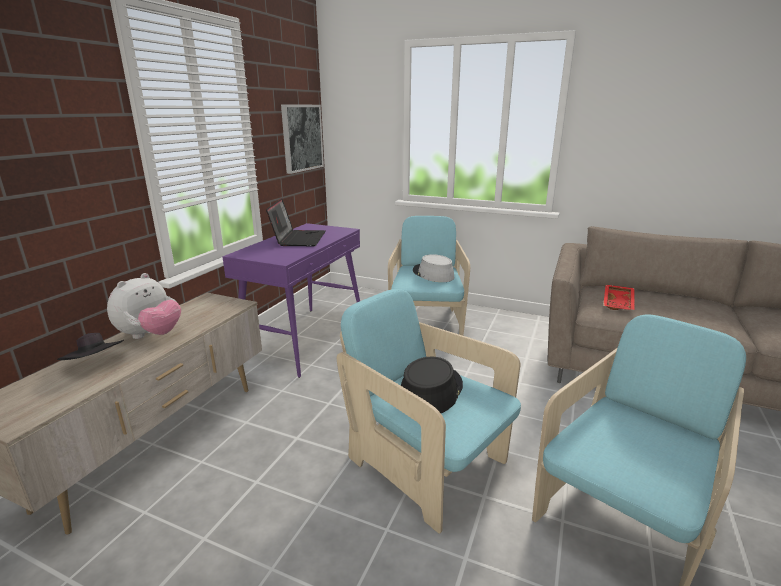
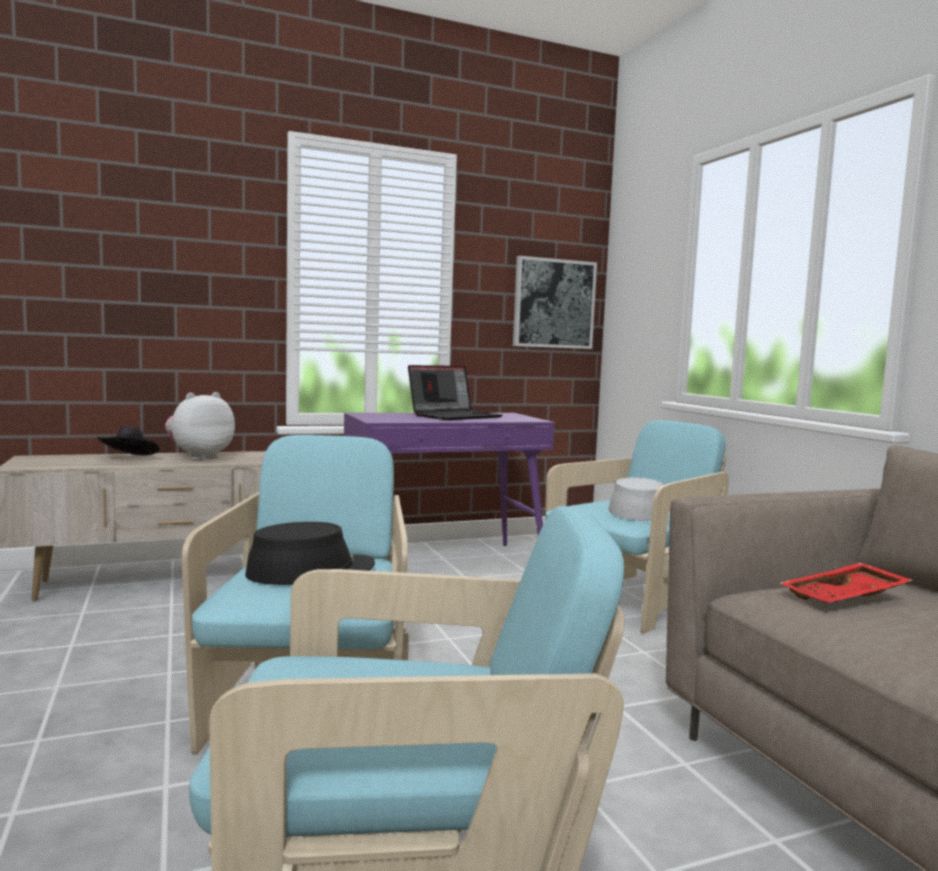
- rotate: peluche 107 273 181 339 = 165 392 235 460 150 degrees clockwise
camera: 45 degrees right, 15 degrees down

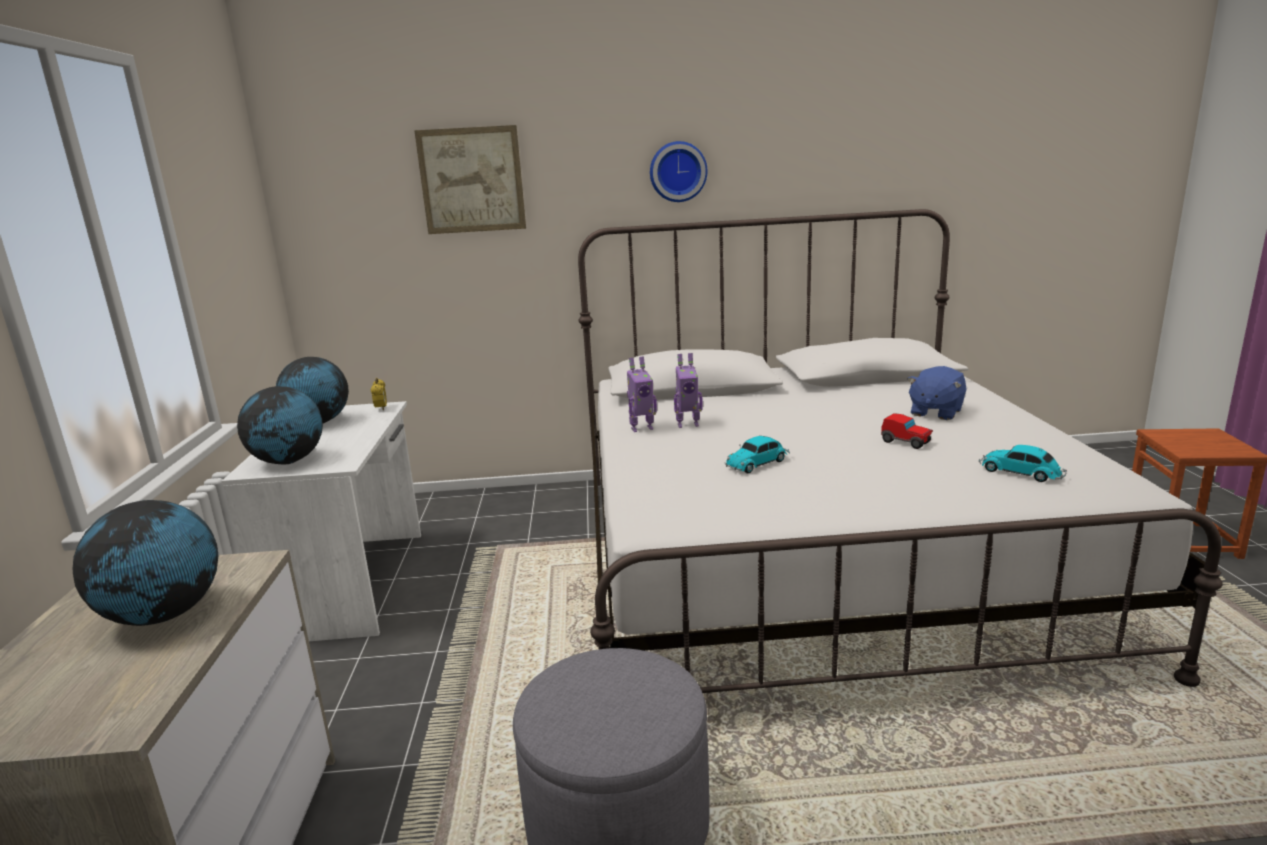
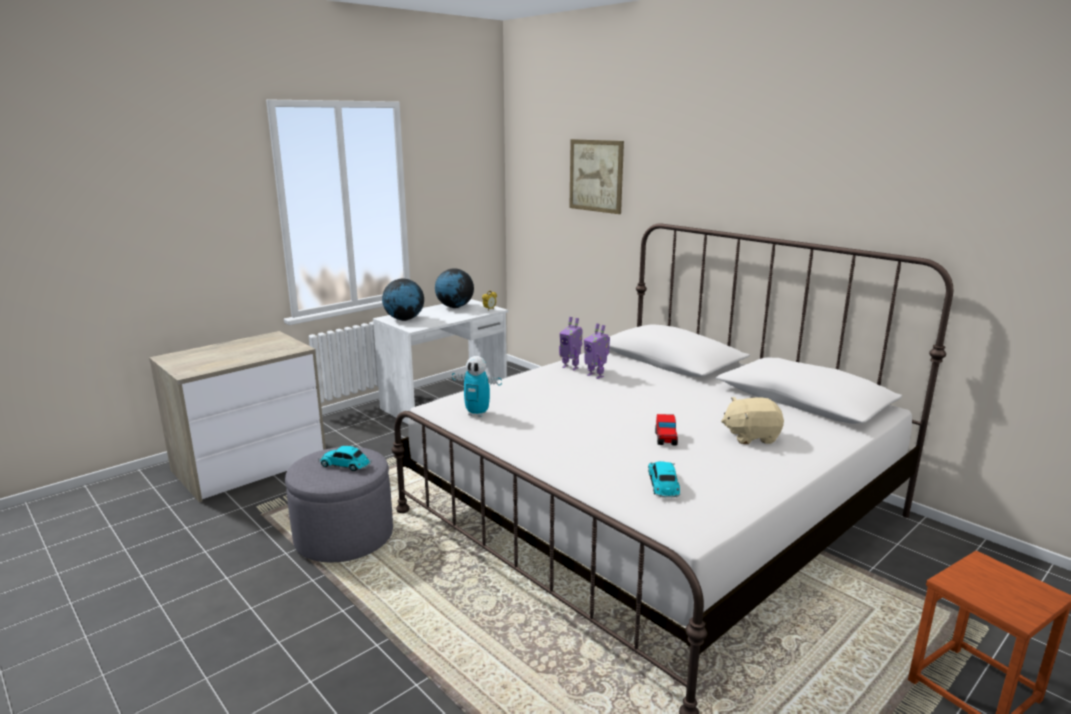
- move: petite voiture 725 436 790 473 to 318 446 372 471
- insert: robot jouet 452 356 502 417
- recolor: peluche/bleu 907 366 967 420 to peluche/beige 721 397 784 444
- delete: globe 73 500 218 626
- delete: horloge murale 650 141 708 202
camera: 50 degrees right, 0 degrees up

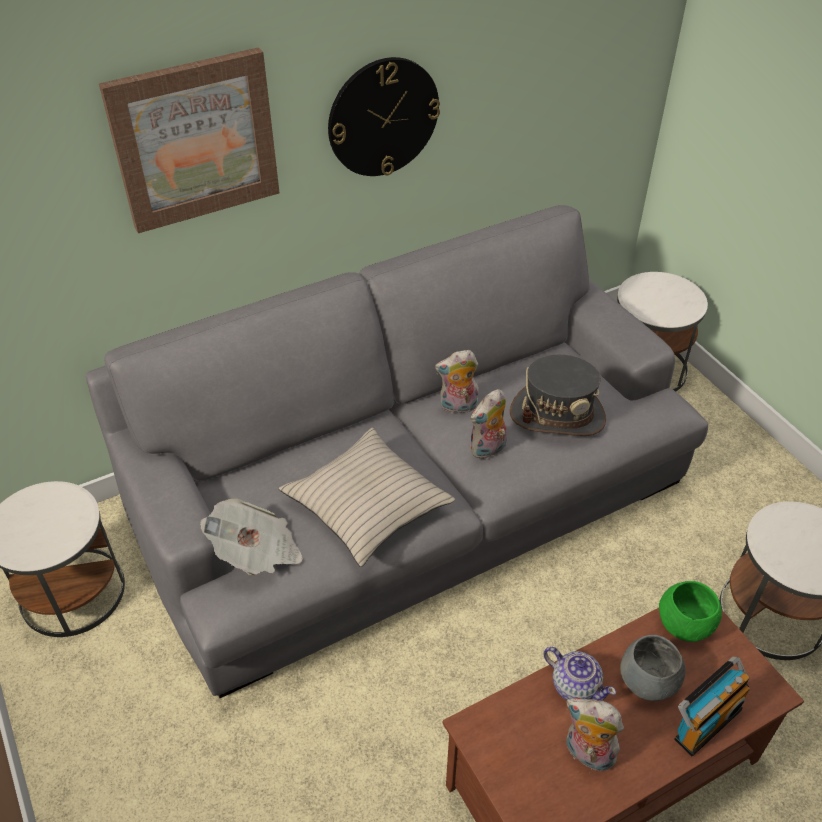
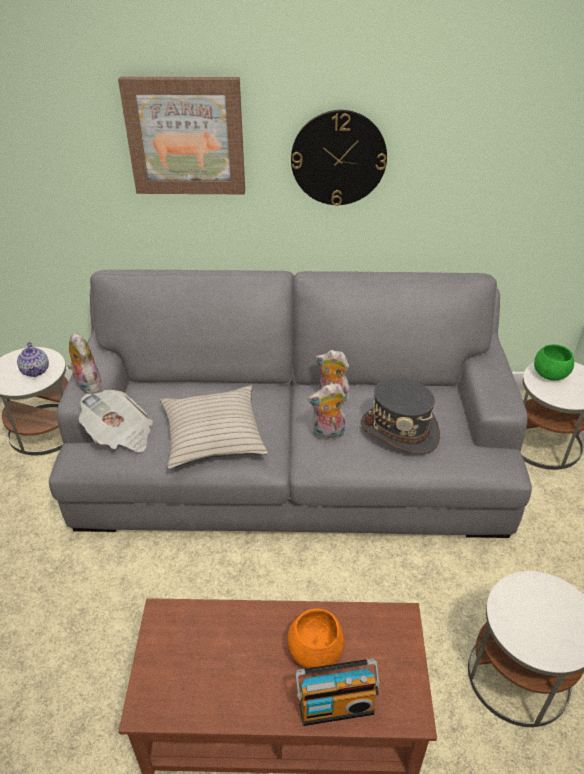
- move: théière 543 647 616 700 to 17 342 49 377
- move: peluche 567 698 624 771 to 68 333 102 394
- recolor: bol/gris 620 635 685 701 to bol/orange 288 609 344 668
- move: bol/vert 659 581 722 642 to 534 344 574 381
camera: 30 degrees right, 5 degrees down

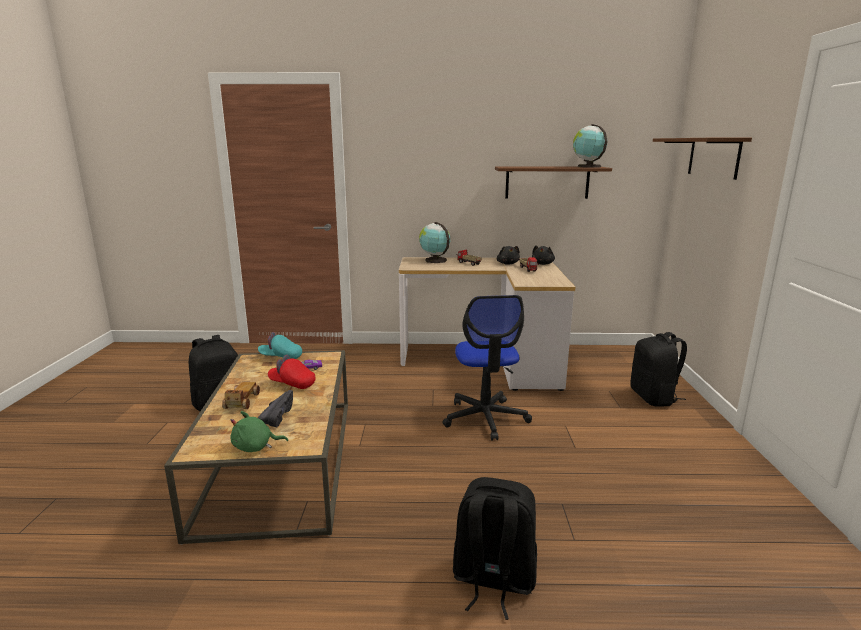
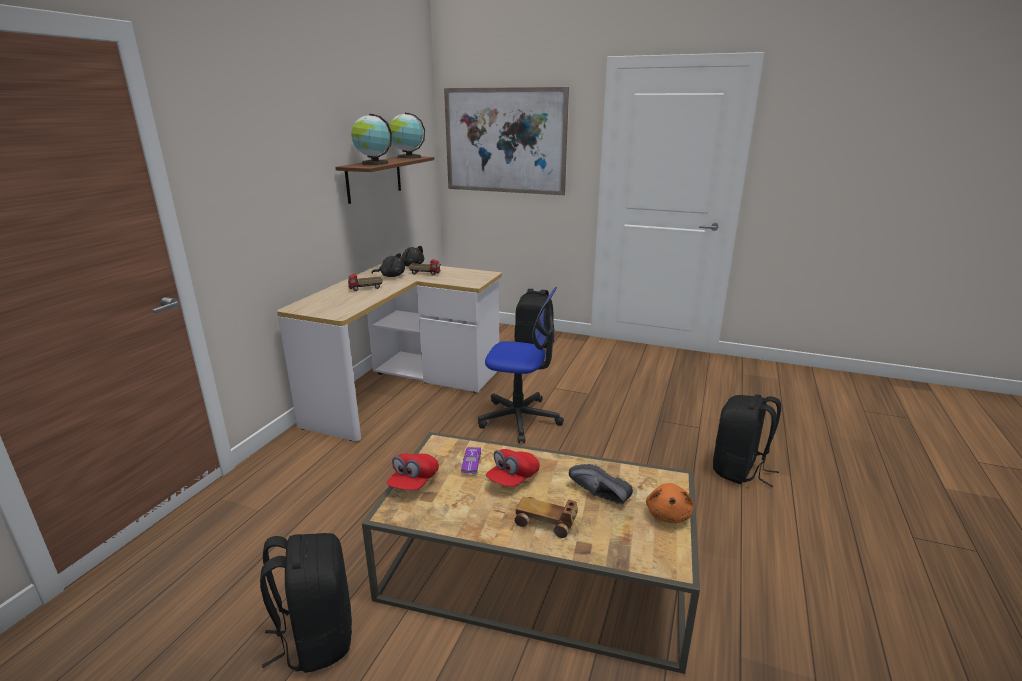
- move: globe 419 222 450 263 to 351 114 392 165
- recolor: casquette/turquoise 258 332 302 359 to casquette/rouge 387 454 439 490
- replace: étagère/marron 653 138 752 180 to tableau 444 87 569 195
- recolor: peluche/vert 230 411 288 452 to peluche/orange 646 483 694 523
camera: 70 degrees left, 5 degrees up

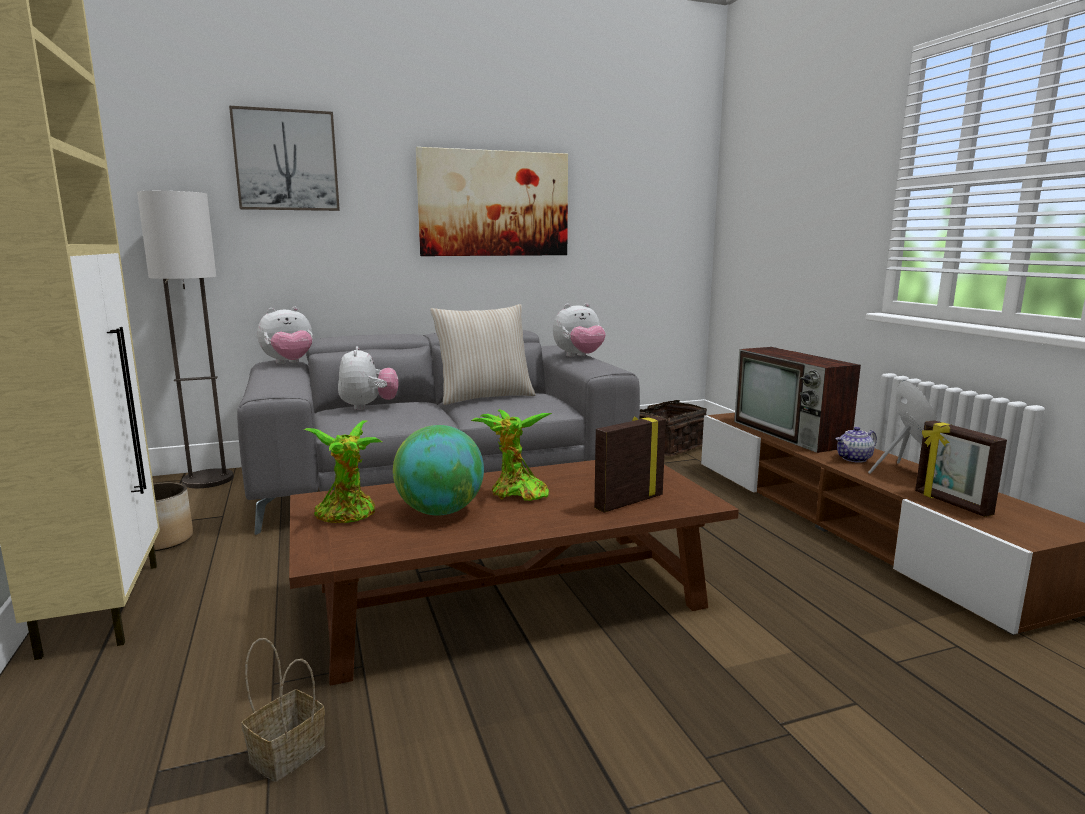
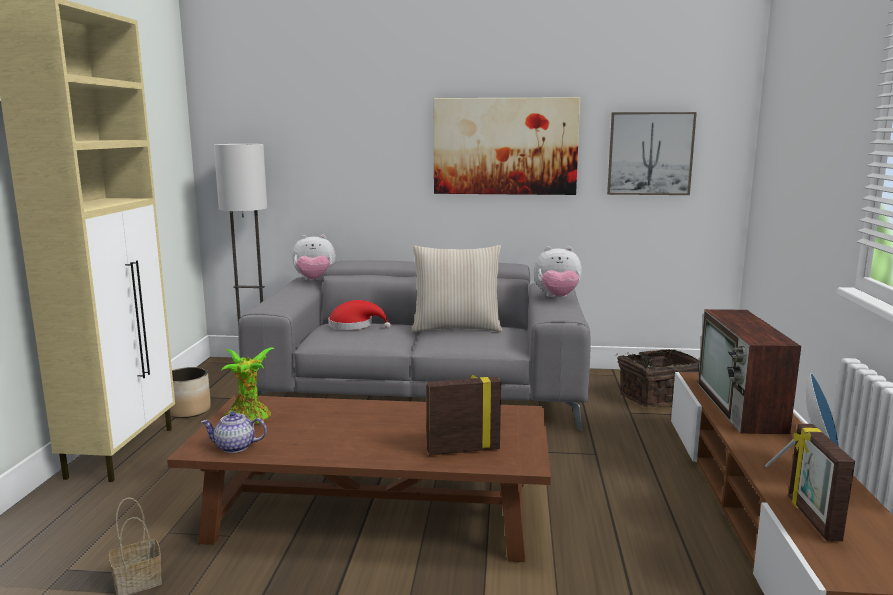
- move: théière 835 427 877 463 to 201 411 267 453
- replace: peluche 338 346 398 410 to chapeau/rouge 328 300 391 330
- move: tableau 229 106 340 211 to 607 112 697 195
- delete: globe 393 425 484 516
- delete: plante en pot 471 409 552 501
camera: 25 degrees right, 0 degrees up

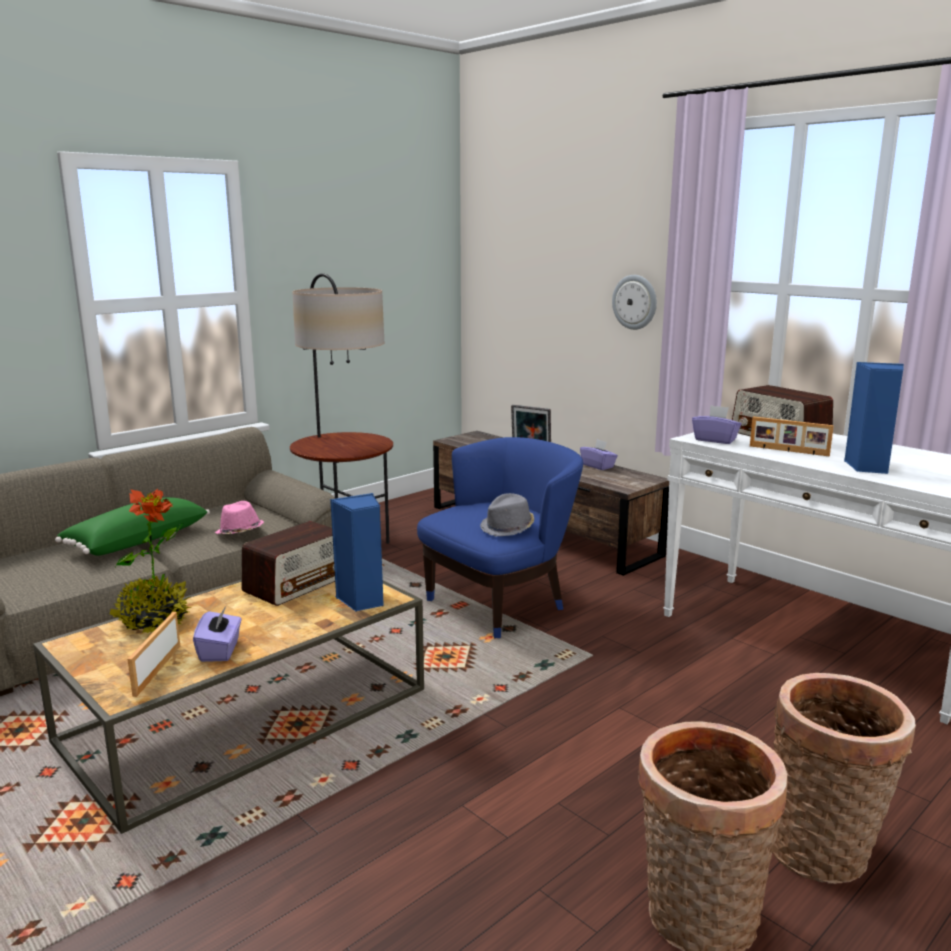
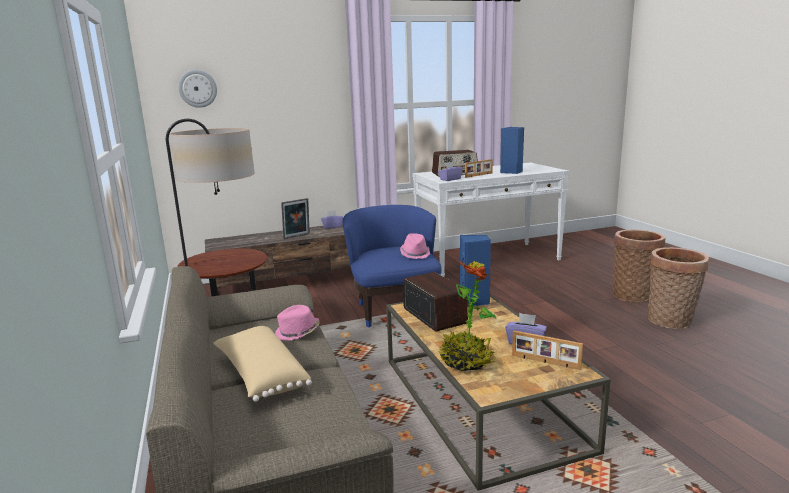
- move: horloge murale 612 275 657 330 to 178 70 217 108
- recolor: coussin/vert 55 497 210 556 to coussin/beige 213 326 312 402
- recolor: chapeau/gris 480 493 534 537 to chapeau/rose 400 233 430 259
camera: 65 degrees left, 0 degrees up

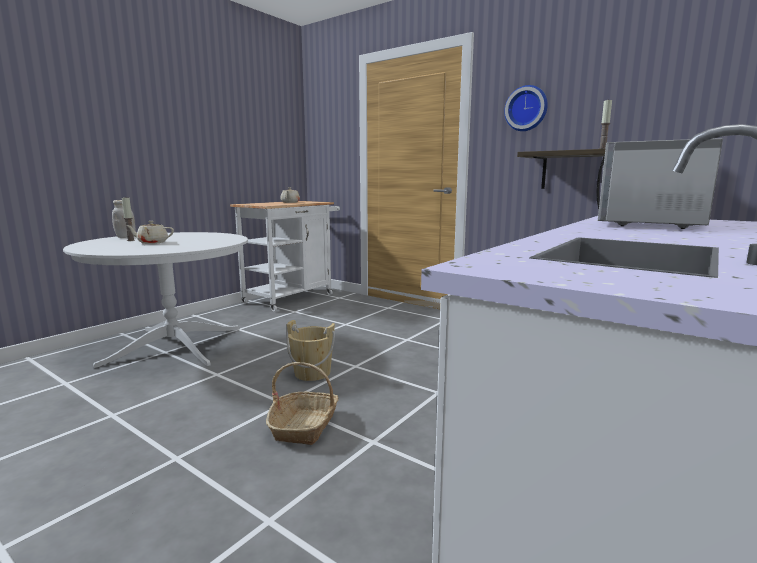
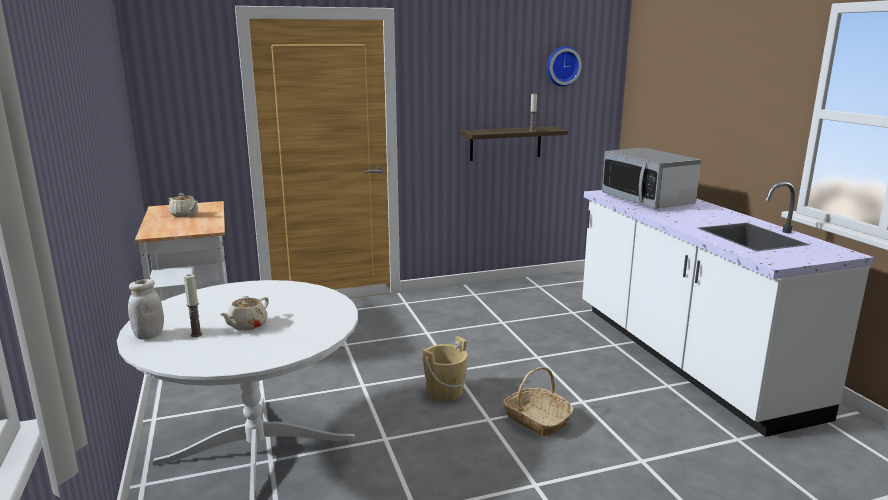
- move: horloge murale 504 85 548 131 to 547 46 582 87
camera: 55 degrees left, 5 degrees up

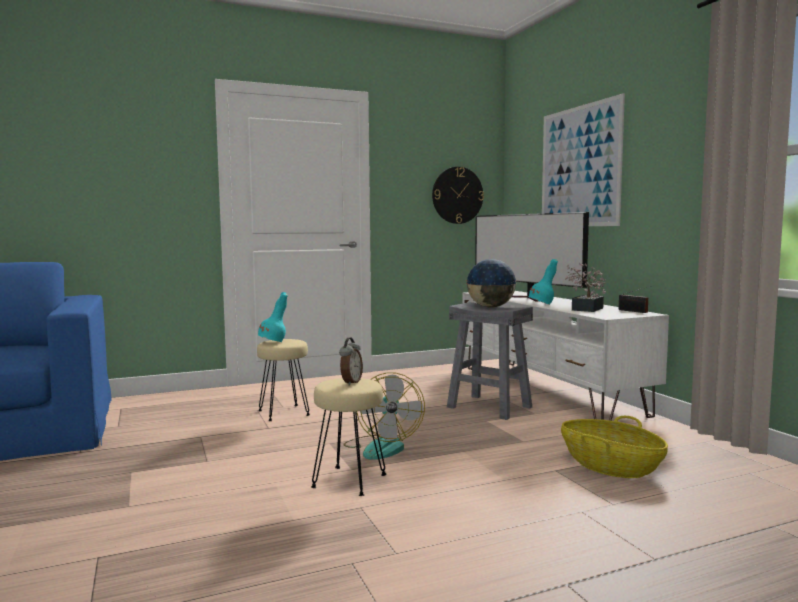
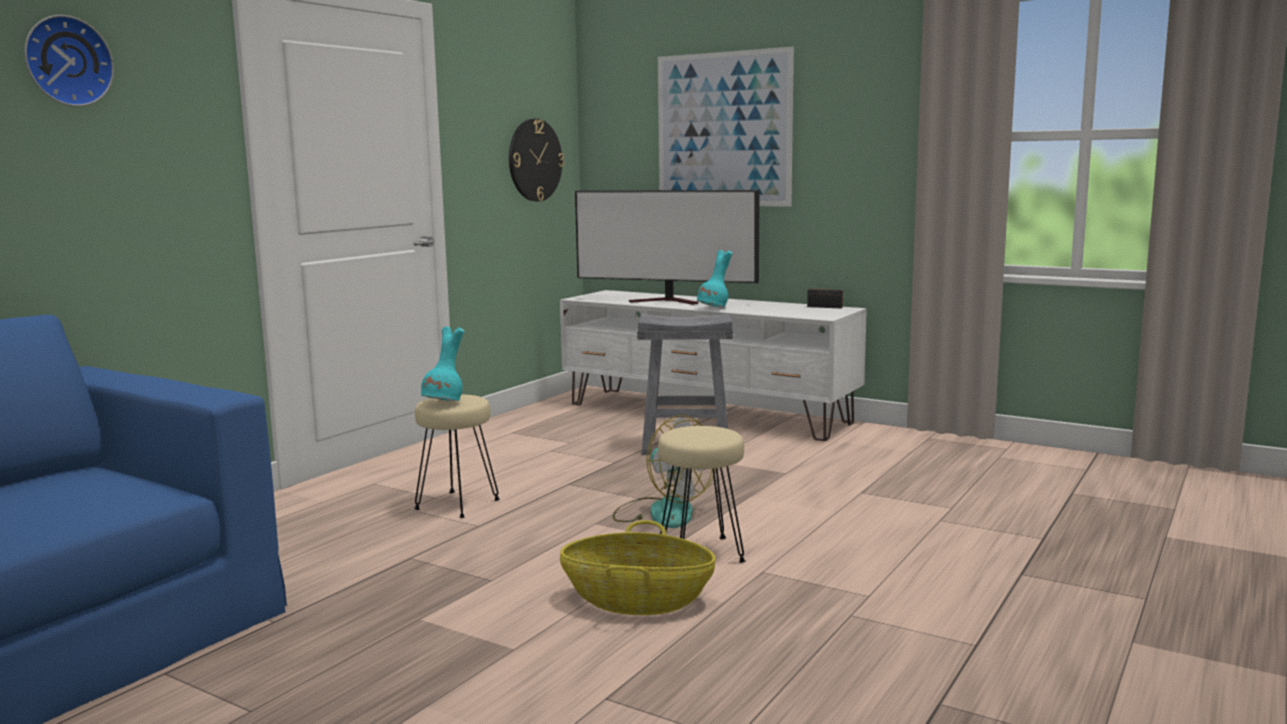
- insert: horloge murale 24 15 114 107
- move: panier 561 416 668 478 to 560 520 716 615
- delete: réveil 339 338 363 386
- delete: globe 466 259 517 308
- delete: plante en pot 565 263 606 312
camera: 35 degrees left, 5 degrees up

